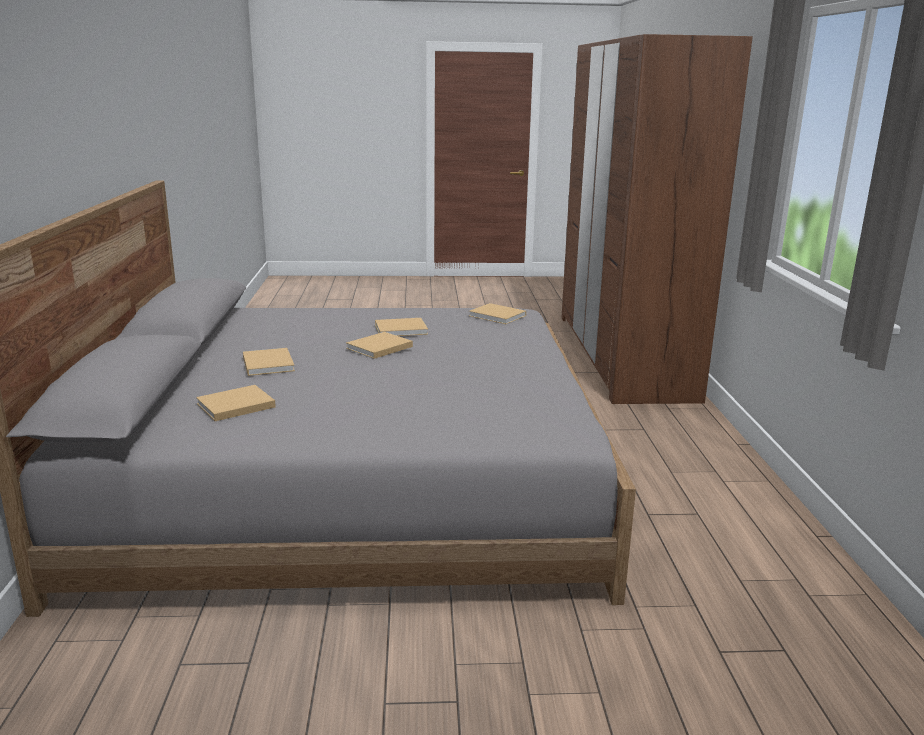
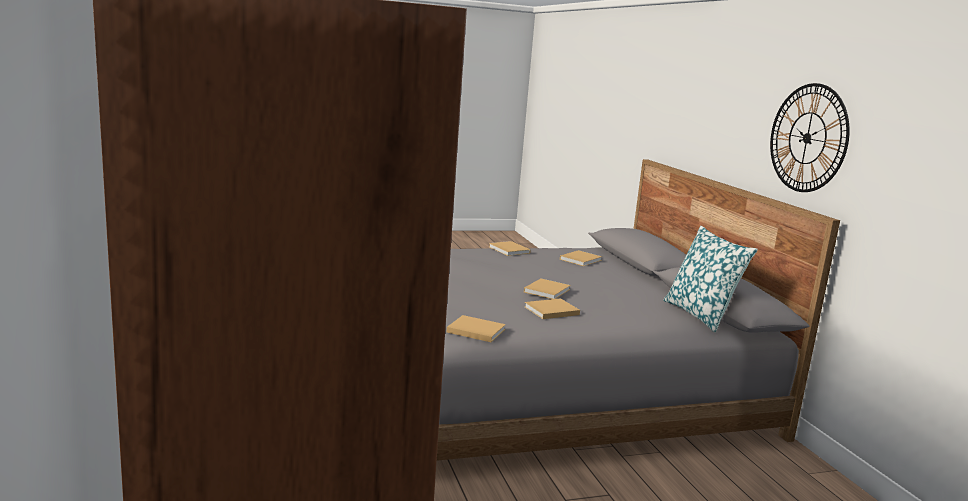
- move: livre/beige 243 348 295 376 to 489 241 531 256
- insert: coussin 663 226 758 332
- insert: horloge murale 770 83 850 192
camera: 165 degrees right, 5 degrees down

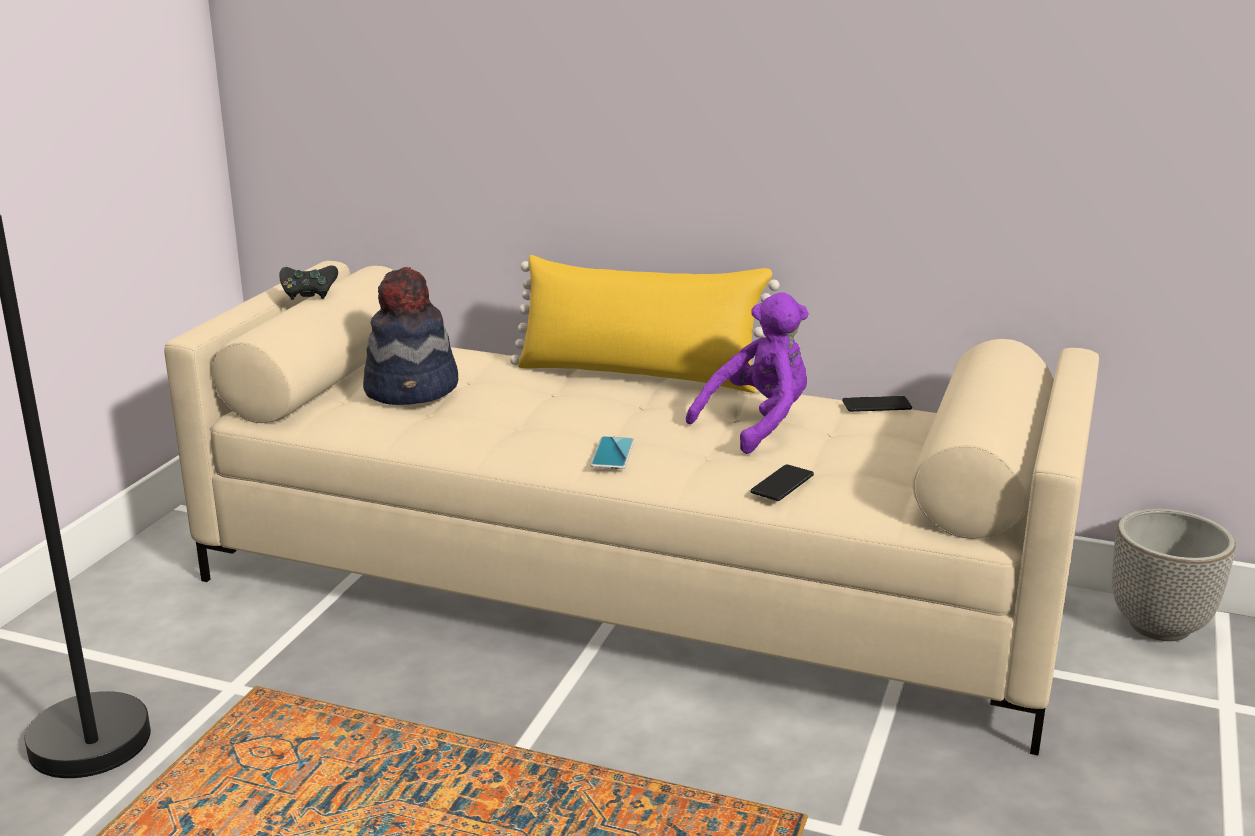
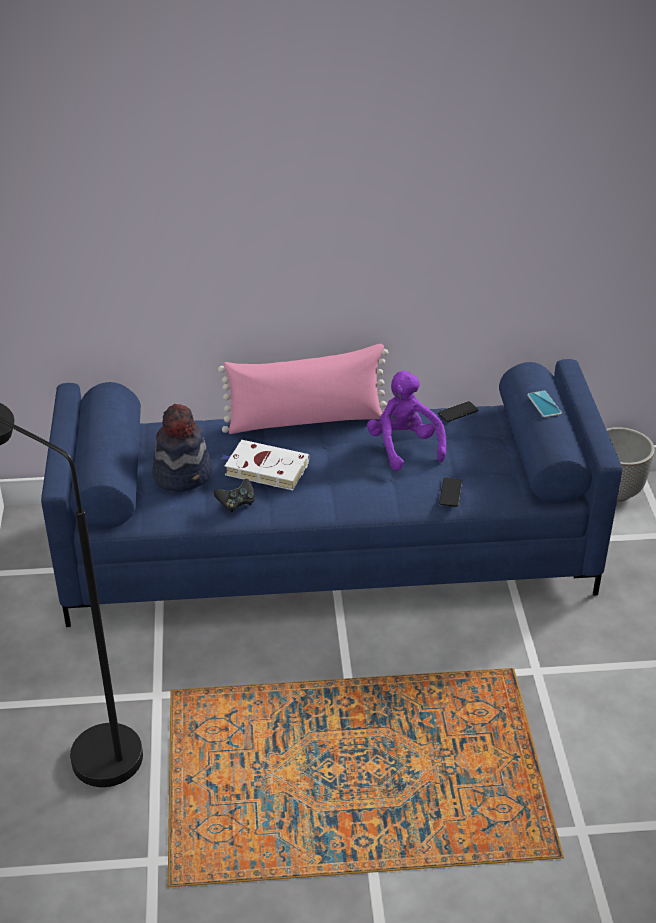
- recolor: canapé/beige 164 261 1099 756 to canapé/bleu 41 359 622 627
- move: manette/noir 279 266 338 300 to 214 479 255 512
- recolor: coussin/jaune 510 255 779 393 to coussin/rose 218 344 388 434
- insert: livre/blanc 221 440 309 490
- rotate: peluche/violet 686 292 809 454 = 367 371 446 471 45 degrees counterclockwise
- move: téléphone 590 436 634 469 to 527 391 562 417
camera: 25 degrees left, 15 degrees up

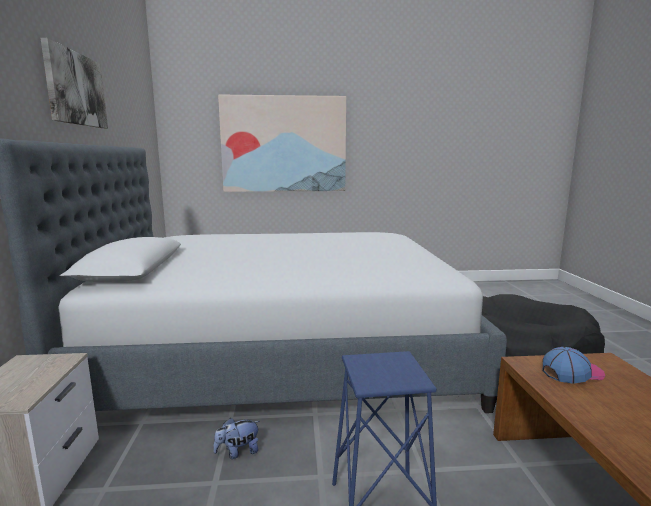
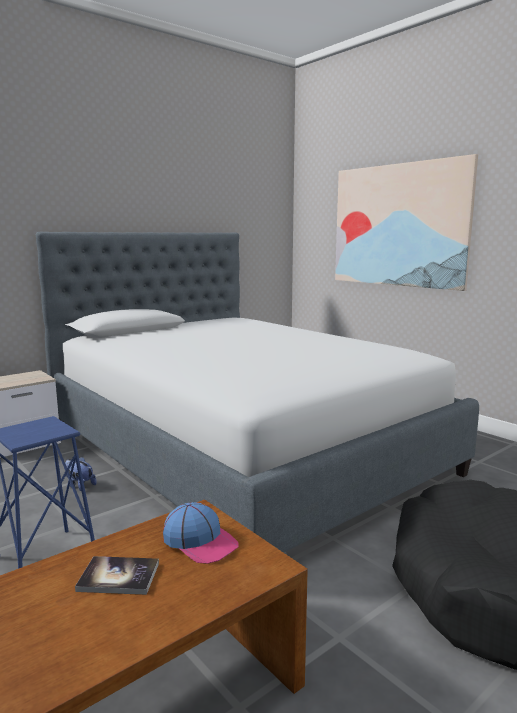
- insert: livre 75 556 159 595
- delete: tableau 40 38 108 128
camera: 55 degrees right, 0 degrees up

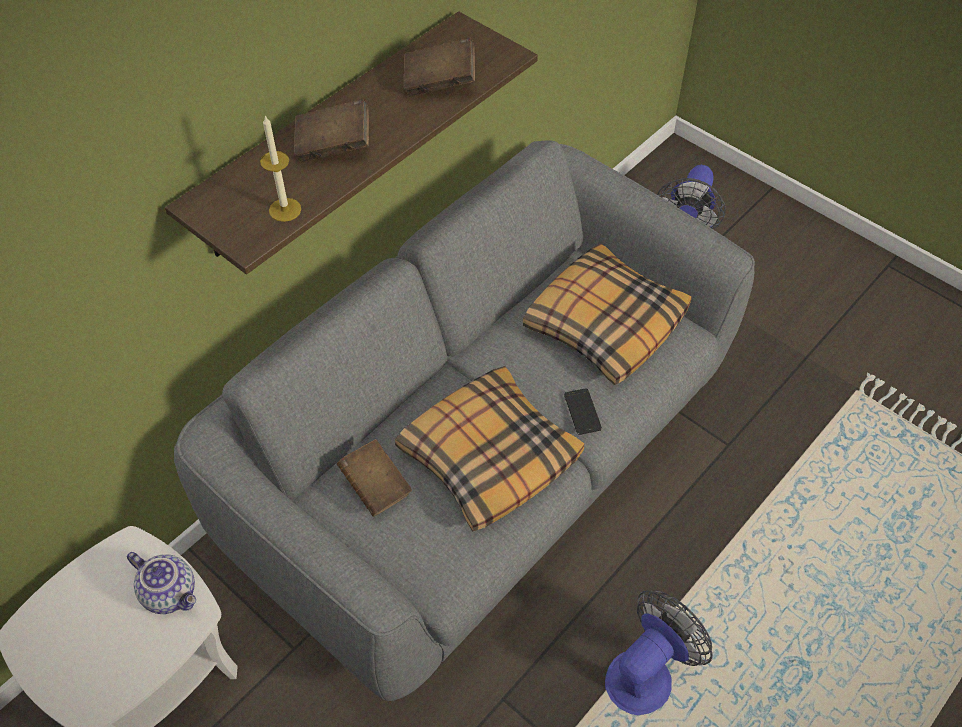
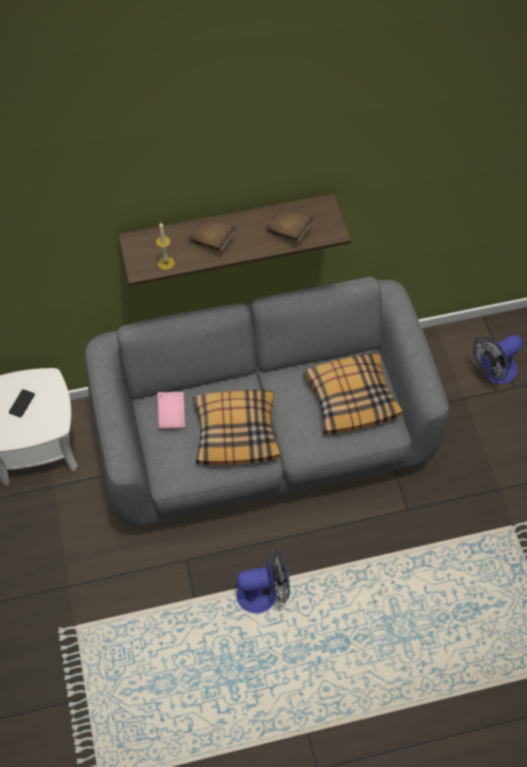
- move: téléphone 564 388 602 435 to 9 389 35 418
- recolor: livre/marron 337 439 412 517 to livre/rose 157 392 185 429
- delete: théière 127 552 196 614
camera: 35 degrees right, 5 degrees up

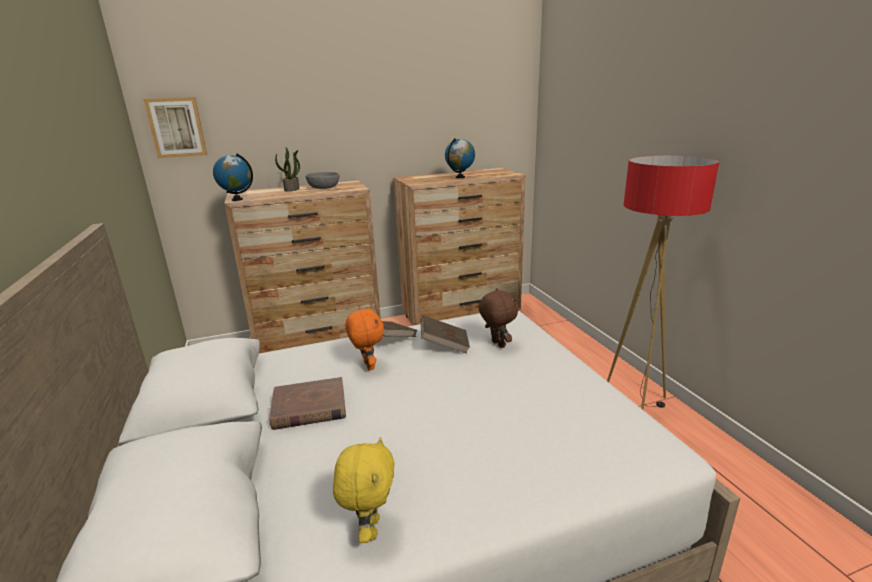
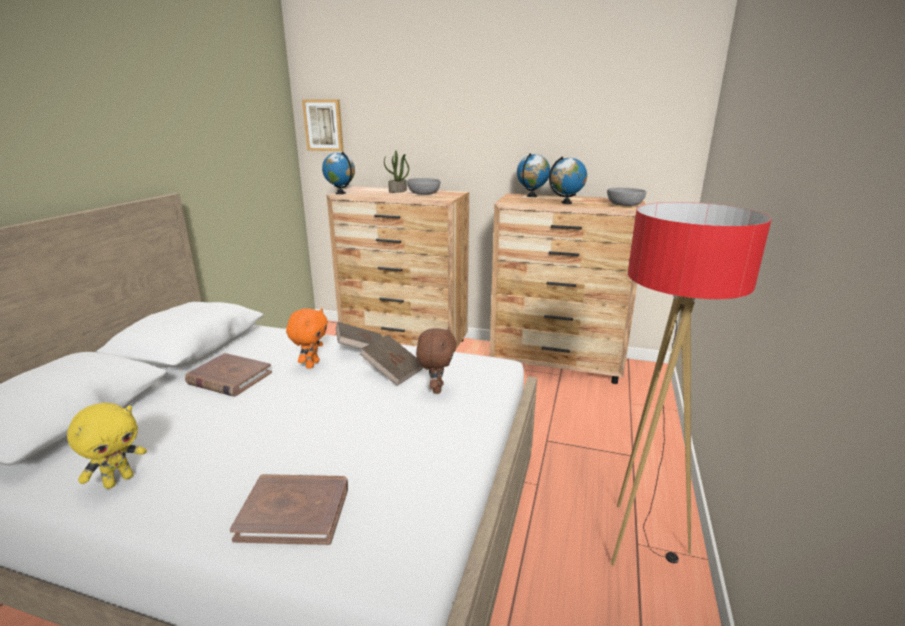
- insert: livre/marron 230 474 348 545
- insert: globe 517 153 550 197
- insert: bol/gris 607 188 646 206
camera: 35 degrees right, 0 degrees up

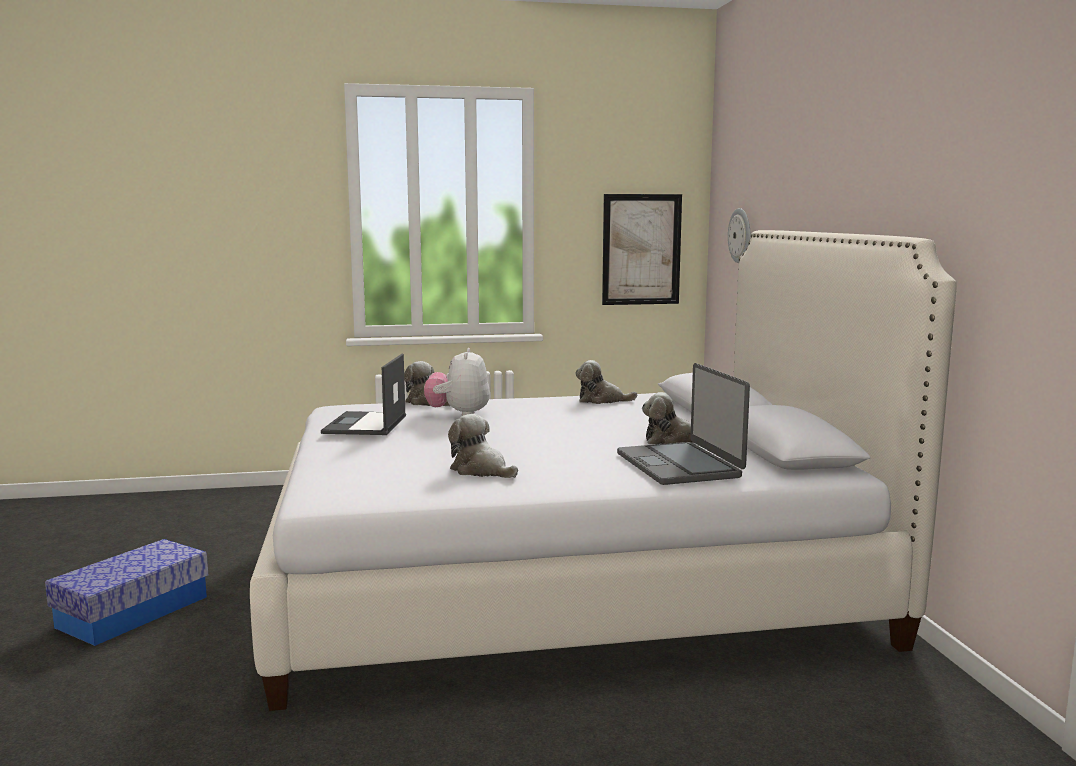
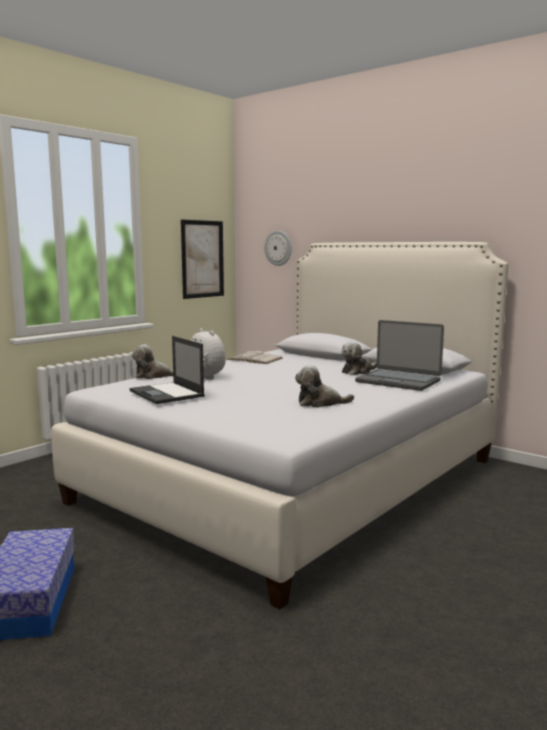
- replace: peluche 576 360 637 404 to livre/blanc 227 350 283 364
camera: 40 degrees left, 0 degrees up

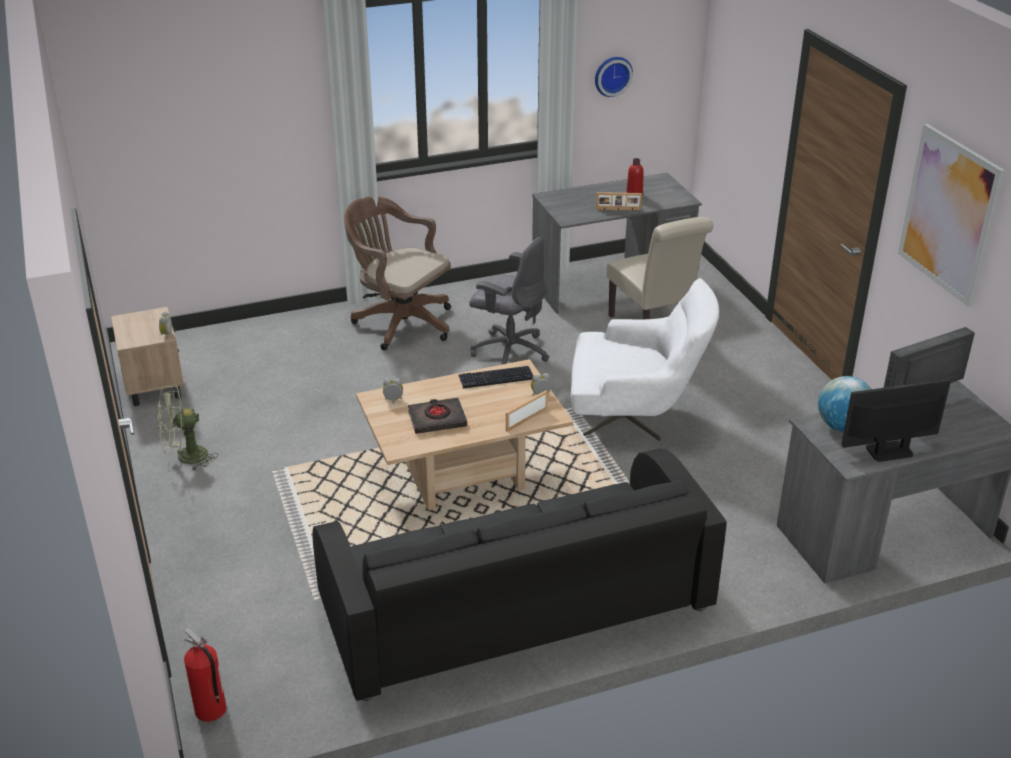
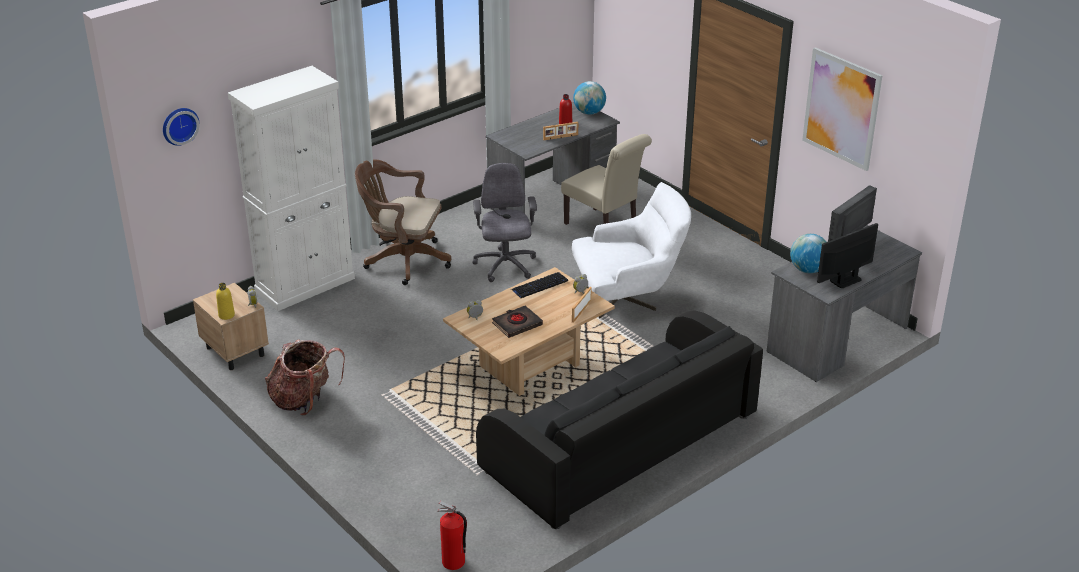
- move: horloge murale 595 57 633 97 to 163 108 199 146
- insert: bouteille/jaune 216 283 235 320
- insert: meuble de rangement/blanc 228 66 355 311
- replace: ventilateur/vert 158 386 218 471 to sac à dos 265 339 345 416
- rotate: chaise de bureau/gris 469 237 549 365 = 473 163 537 282 105 degrees counterclockwise
- insert: globe 573 81 606 115
camera: 20 degrees left, 0 degrees up

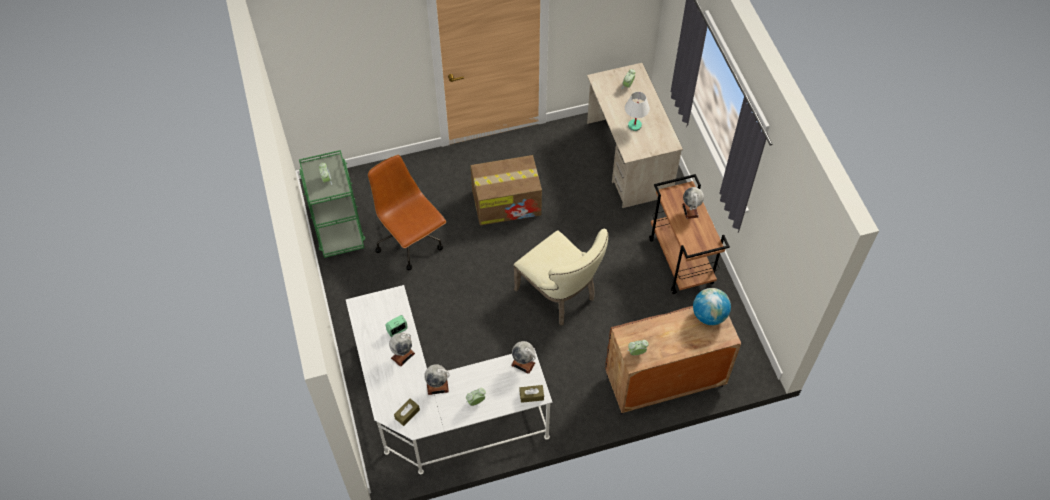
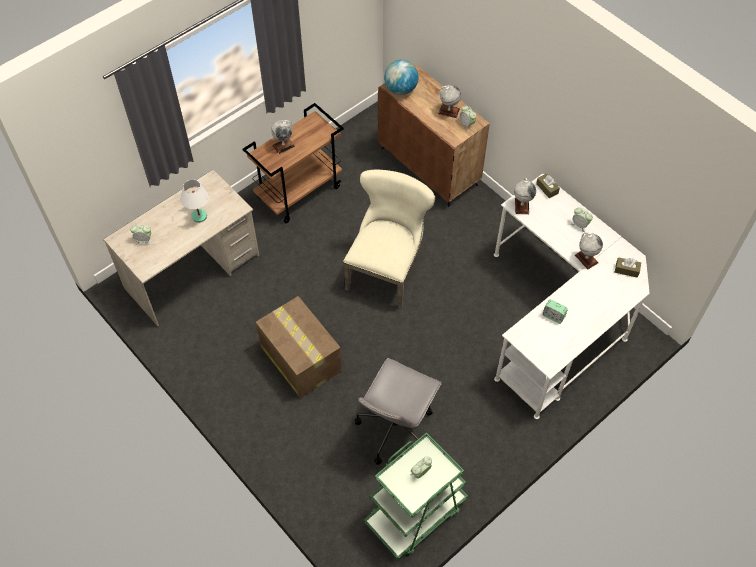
- recolor: chaise de bureau/marron 368 155 446 270 to chaise de bureau/gris 355 358 442 465
- move: globe 389 333 415 367 to 438 85 461 118
camera: 115 degrees left, 0 degrees up

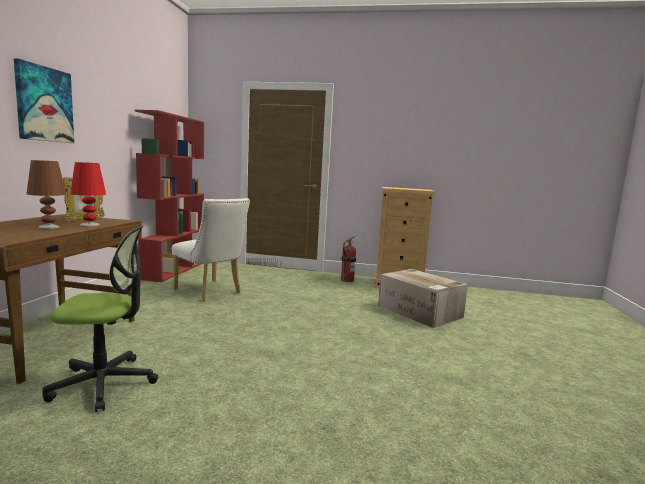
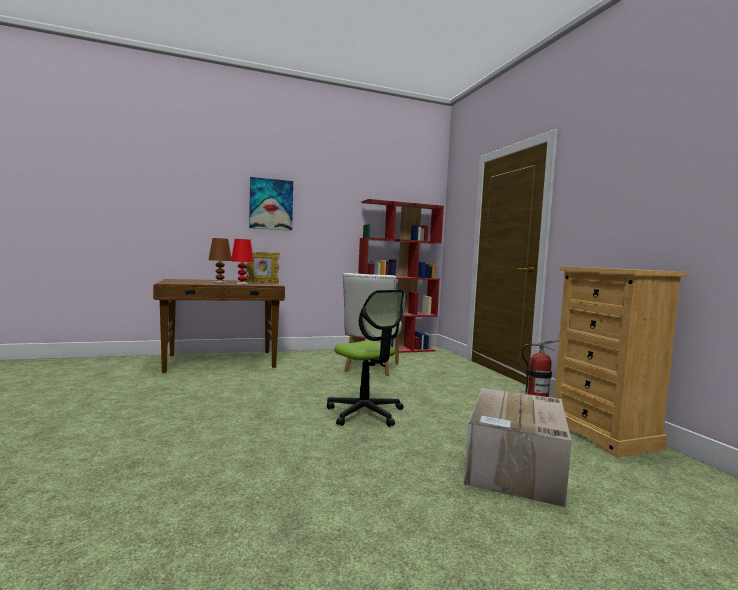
- move: chaise de bureau 42 226 158 412 to 327 290 404 427
camera: 60 degrees right, 5 degrees down

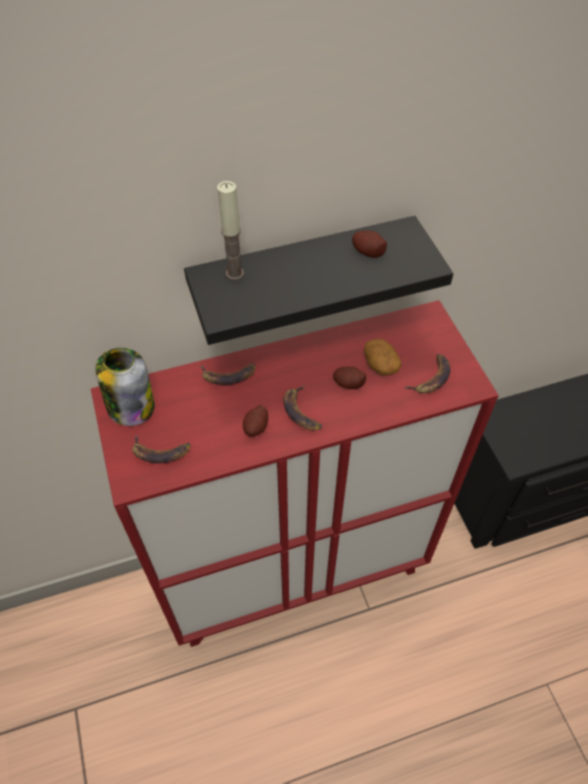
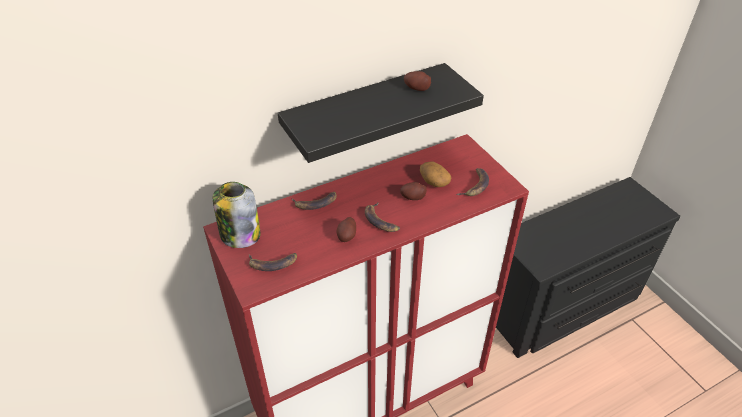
- delete: bougie 217 181 244 280
camera: 10 degrees left, 10 degrees down

